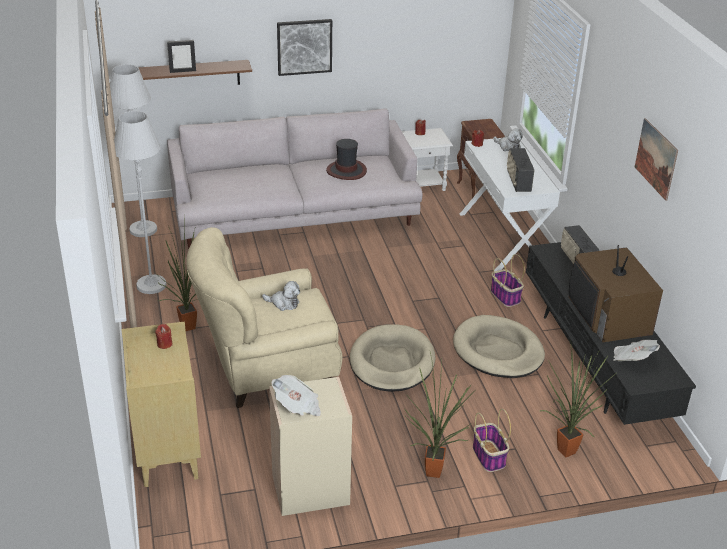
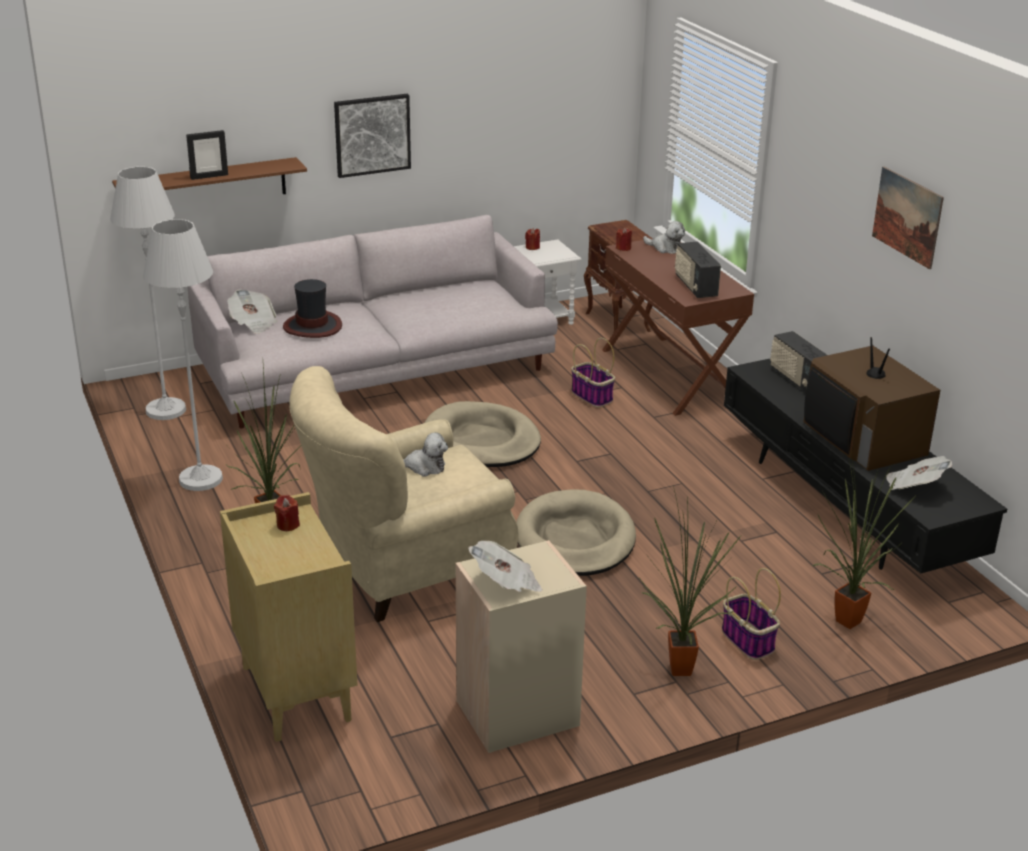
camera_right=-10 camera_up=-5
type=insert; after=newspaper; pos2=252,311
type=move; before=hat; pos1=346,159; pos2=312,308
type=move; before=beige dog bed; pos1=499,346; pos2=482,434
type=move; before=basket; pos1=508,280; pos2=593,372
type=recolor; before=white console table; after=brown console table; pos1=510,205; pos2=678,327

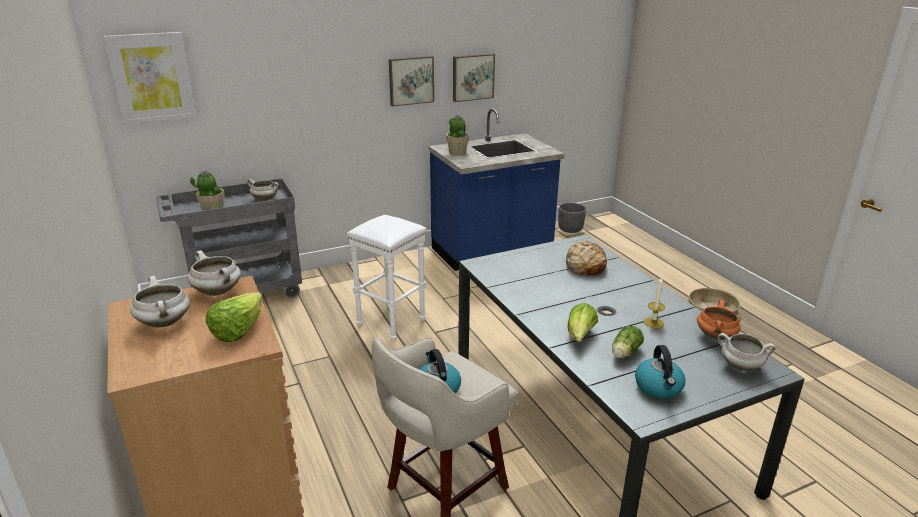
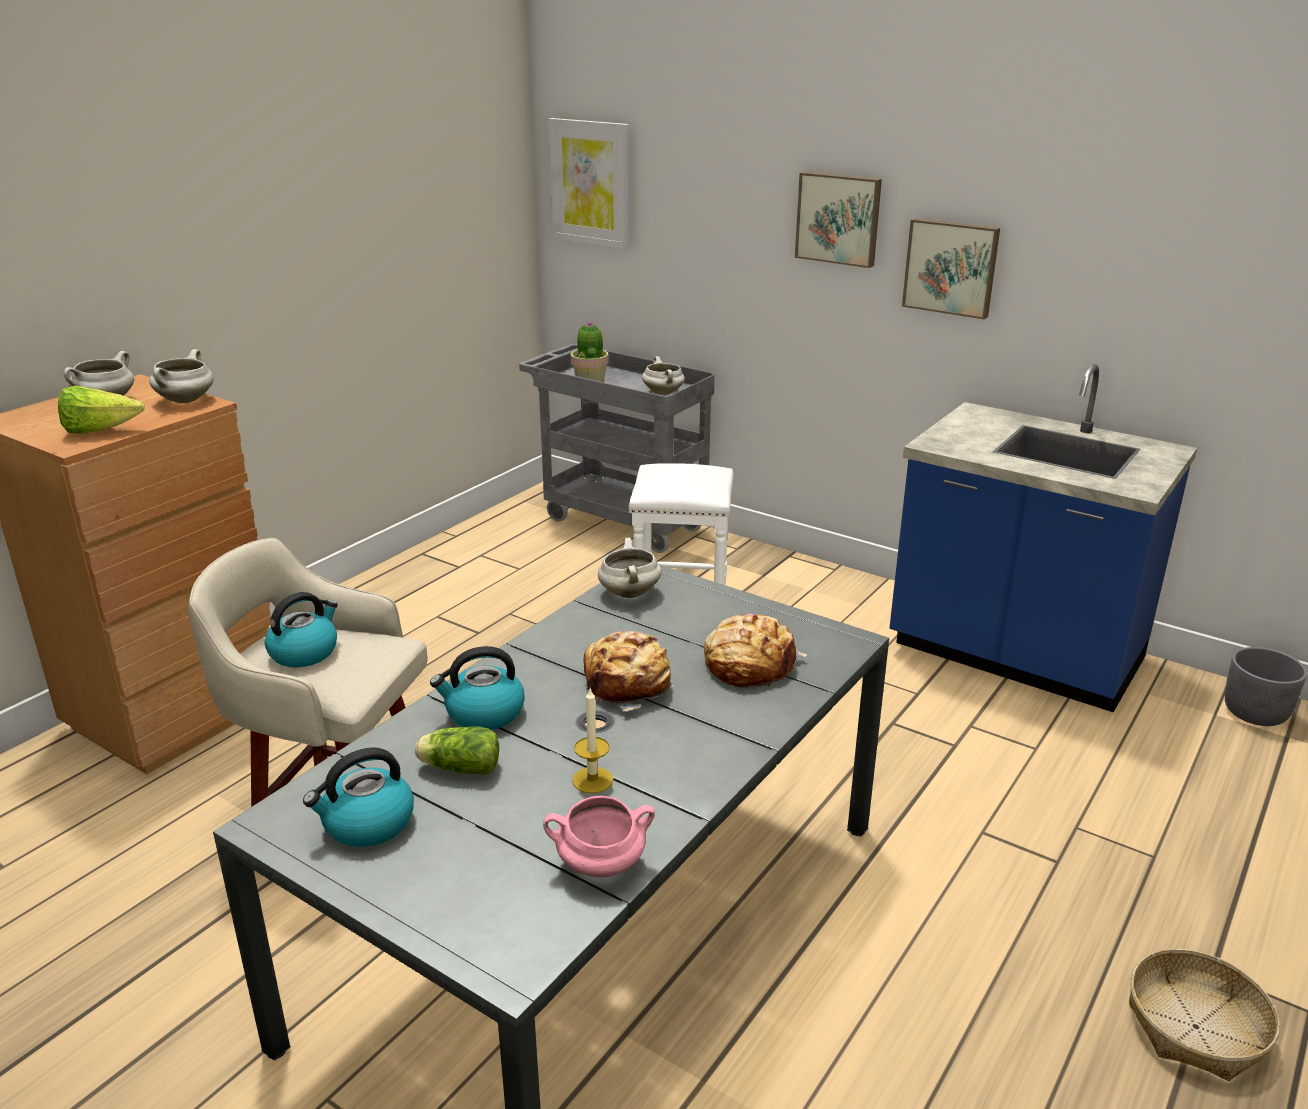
camera_right=60 camera_up=0
type=delete; before=potted plant; pos1=457,135
type=insert; after=bread; pos2=628,671
type=move; before=picture; pos1=474,77; pos2=838,220
type=move; before=white cooking pot; pos1=747,352; pos2=630,568
type=replace; before=lettuce; after=kettle; pos1=582,322; pos2=477,688
type=recolor; before=orange cooking pot; after=pink cooking pot; pos1=719,320; pos2=599,836

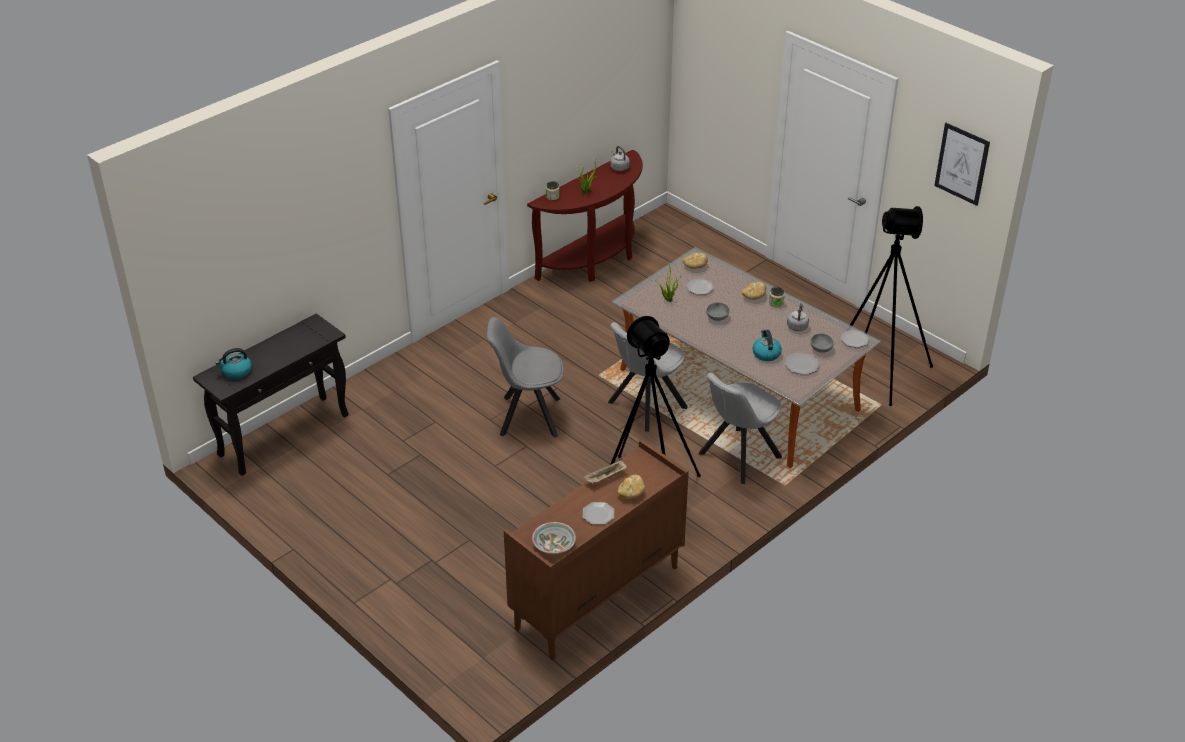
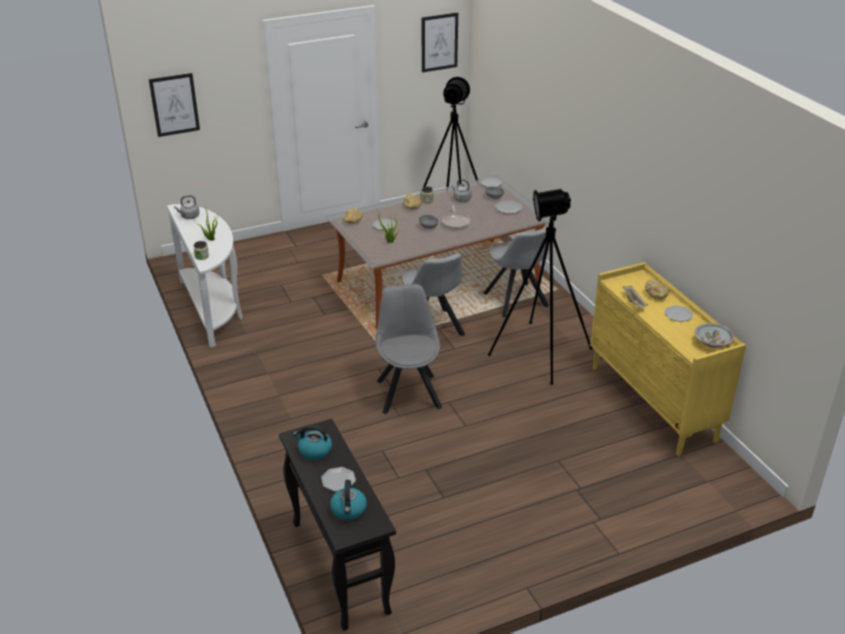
camera_right=-70 camera_up=-5
type=insert; after=picture; pos2=174,105
type=insert; after=plate; pos2=338,479
type=insert; after=frying pan; pos2=456,217
type=move; before=kettle; pos1=767,345; pos2=312,442
type=recolor; before=brown cabinet; after=yellow cabinet; pos1=596,549; pos2=668,359
type=recolor; before=brown console table; after=white console table; pos1=585,215; pos2=204,275
type=rotate; before=grey chair; pos1=524,377; pos2=408,349; turn=150

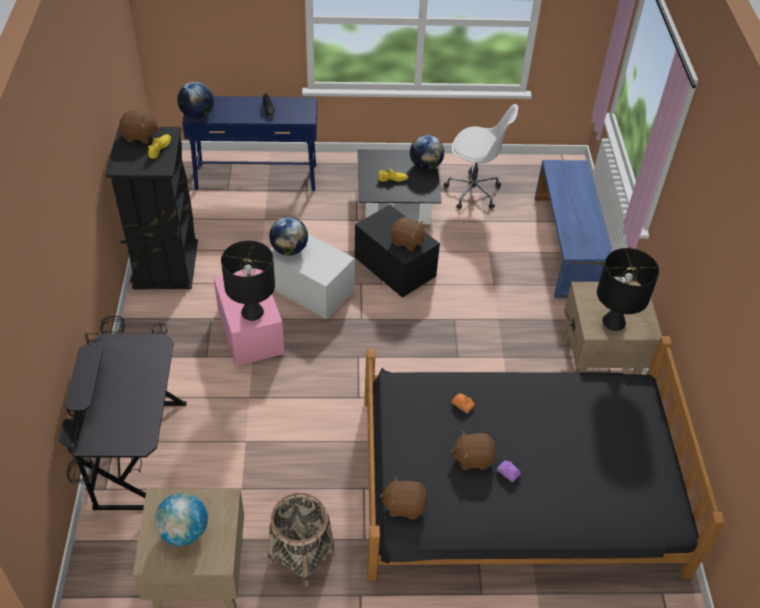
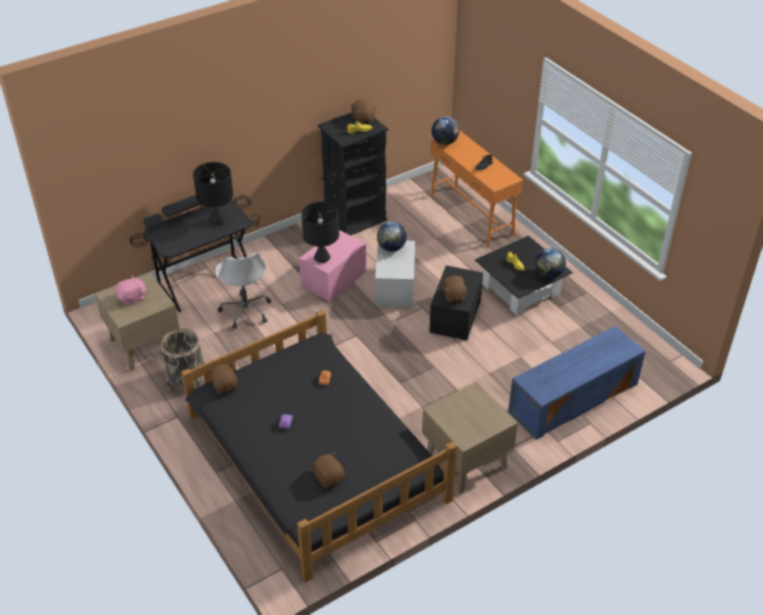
camera_right=60 camera_up=-5
type=move; before=white office chair; pos1=480,156; pos2=243,291
type=move; before=brown plush toy; pos1=473,450; pos2=328,470
type=move; before=black table lamp; pos1=628,289; pos2=213,193
type=replace; before=globe; after=pink plush toy; pos1=181,519; pos2=131,290
type=recolor; before=blue console table; after=orange console table; pos1=249,143; pos2=477,188

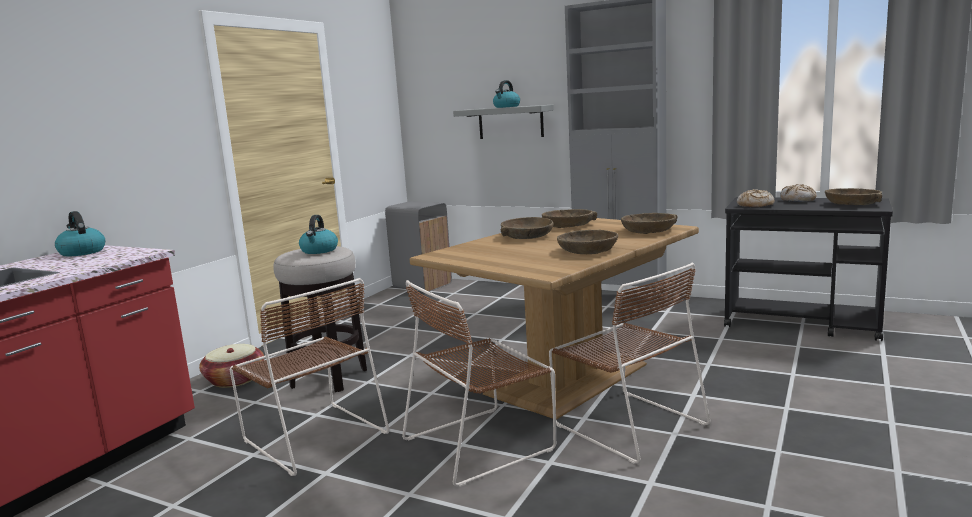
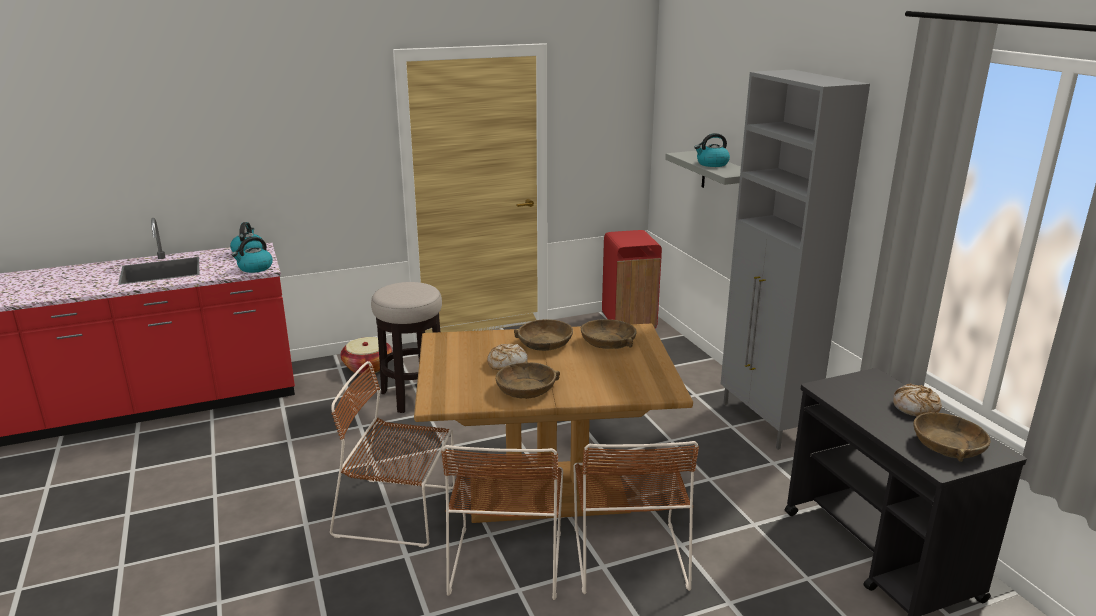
camera_right=40 camera_up=10
type=delete; before=brown bowl; pos1=649,223
type=move; before=brown chair; pos1=310,377; pos2=636,517
type=move; before=kettle; pos1=318,234; pos2=252,255
type=move; before=bread; pos1=756,198; pos2=507,357
type=recolor; before=grey trash can; after=red trash can; pos1=418,246; pos2=632,279

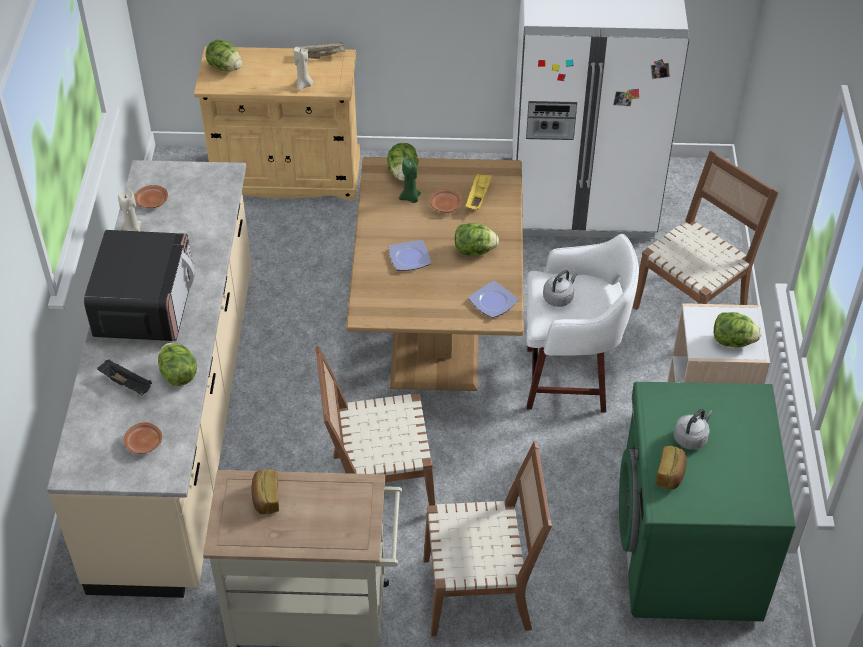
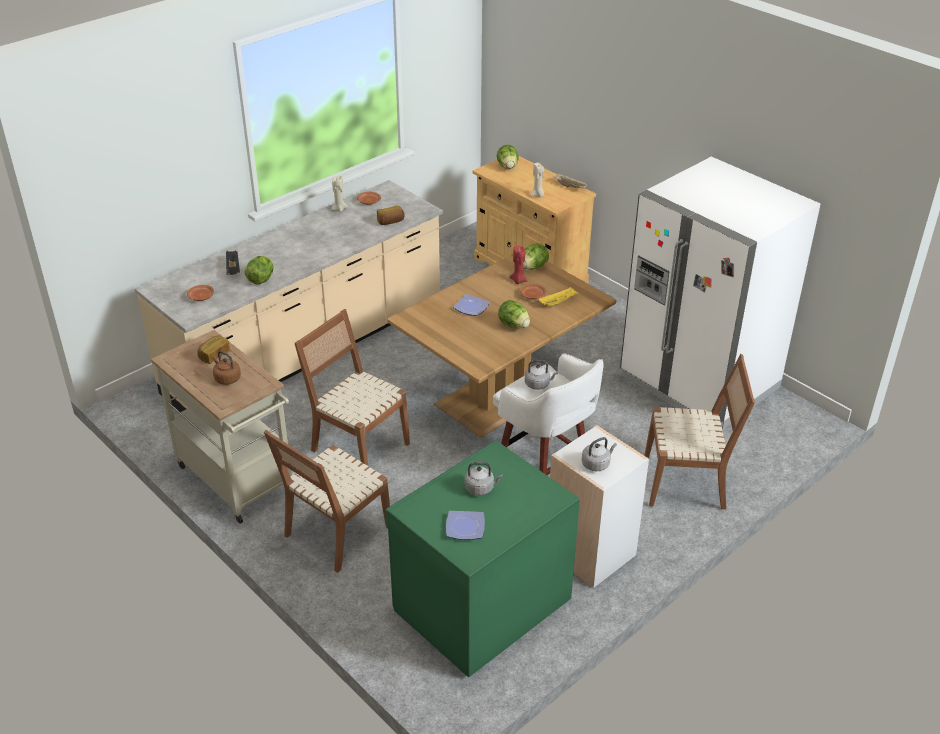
camera_right=45 camera_up=-10
type=delete; before=microwave; pos1=139,285
type=insert; after=brown kettle; pos2=226,368
type=move; before=plate; pos1=493,299; pos2=465,525
type=move; before=bread; pos1=671,467; pos2=391,215
type=replace; before=lettuce; after=grey kettle; pos1=737,329; pos2=599,454
type=recolor; before=green candle; after=red candle; pos1=410,180; pos2=518,265
type=rotate; before=chair; pos1=487,538; pos2=327,501; turn=90

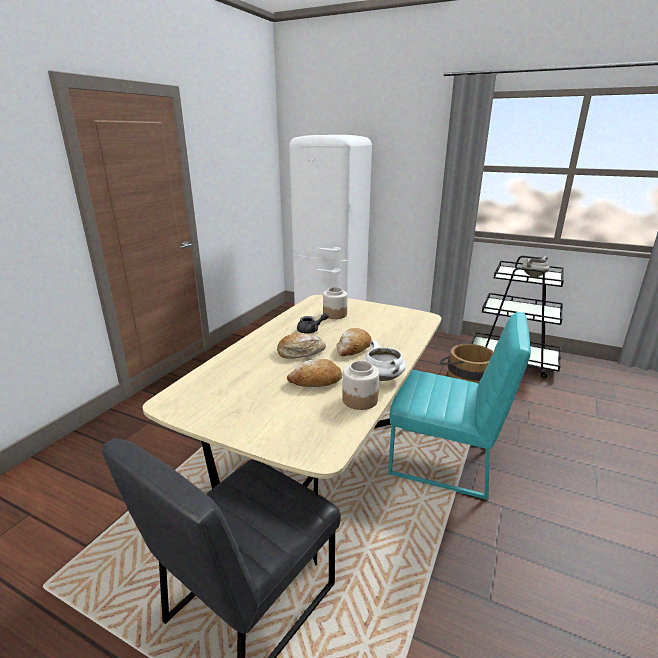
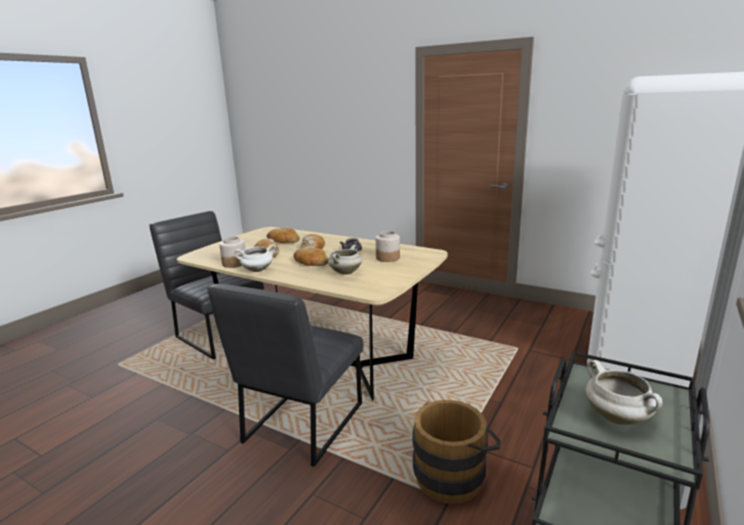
camera_right=95 camera_up=-5
type=insert; after=bread; pos2=283,235
type=insert; after=white cooking pot; pos2=345,260
type=recolor; before=turquoise chair; after=grey chair; pos1=459,406; pos2=285,375

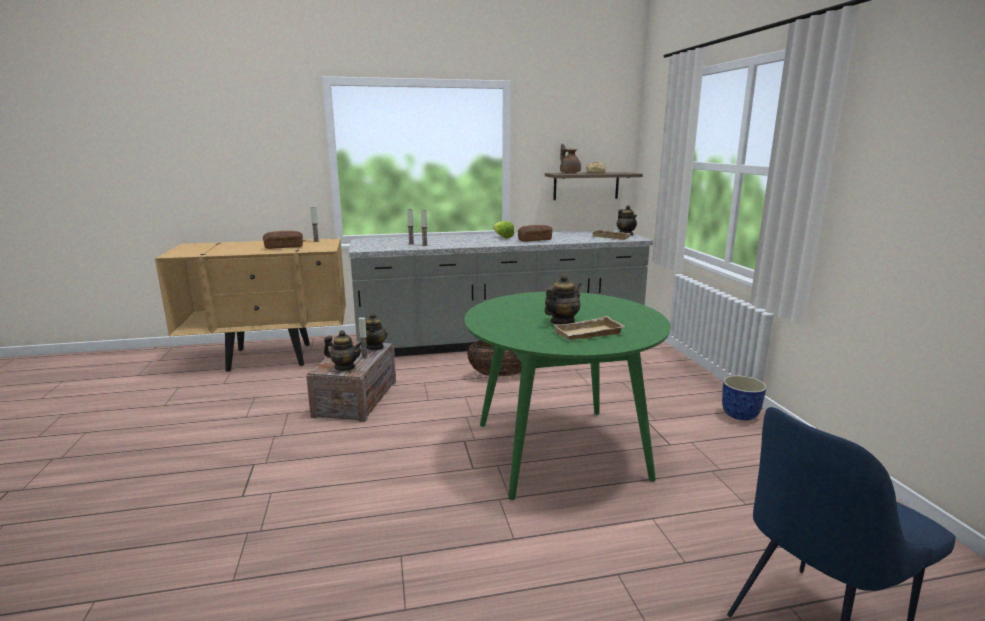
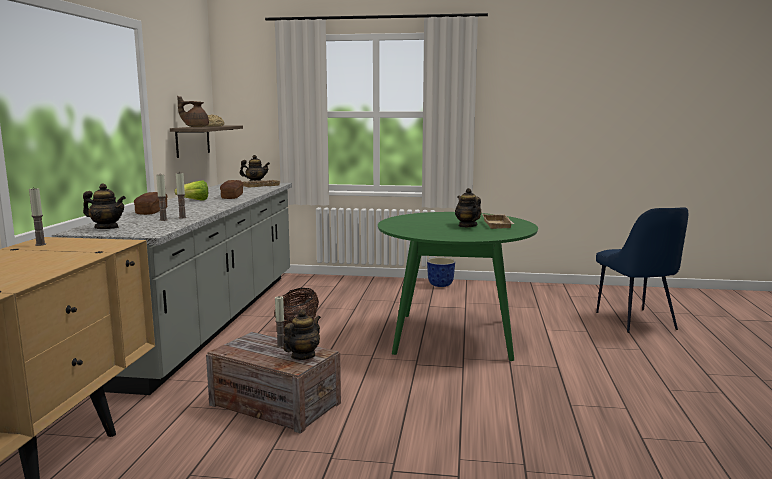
camera_right=-70 camera_up=-5
type=move; before=bread; pos1=283,240; pos2=151,203
type=move; before=teapot; pos1=376,331; pos2=104,206

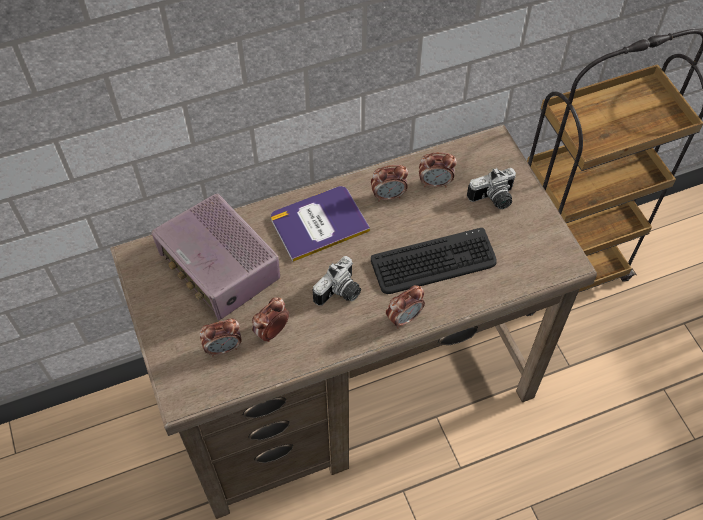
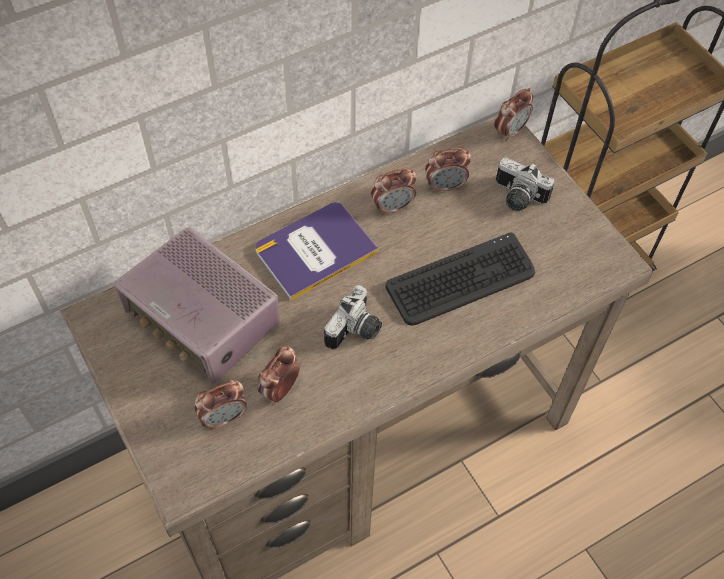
camera_right=-10 camera_up=0
type=move; before=alarm clock; pos1=405,307; pos2=513,114
type=rotate; before=photo camera; pos1=491,188; pos2=525,184; turn=60

